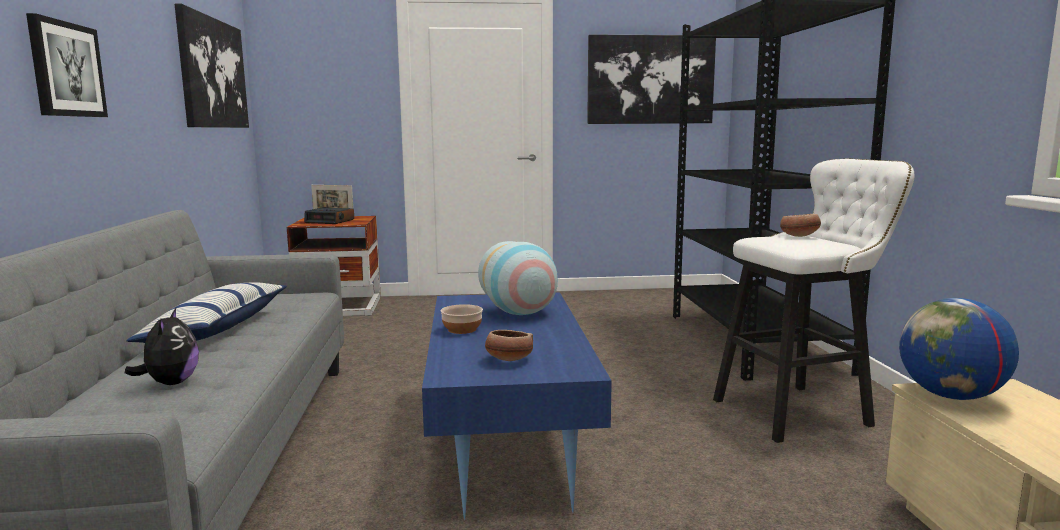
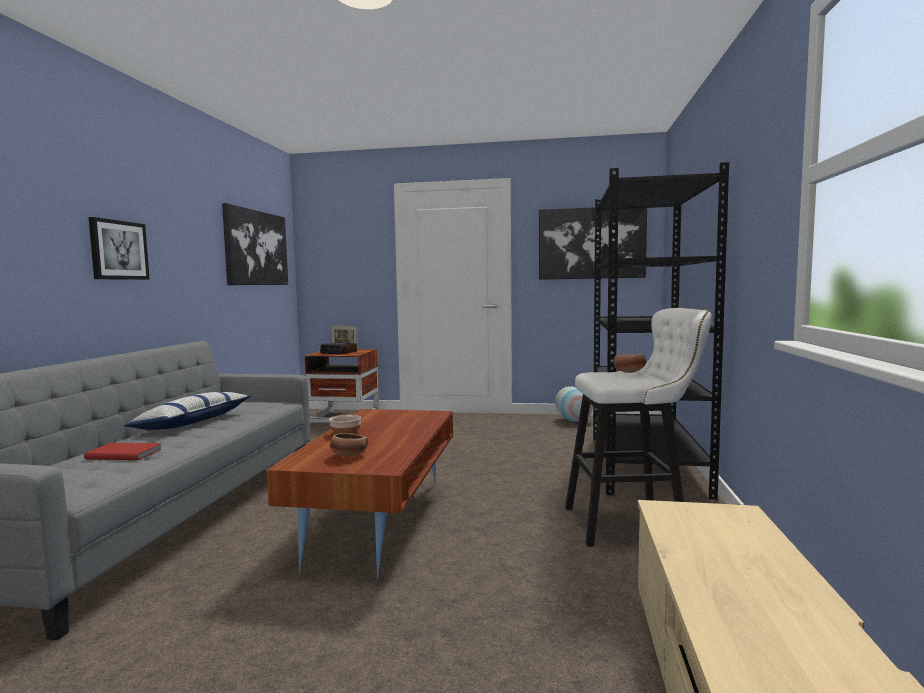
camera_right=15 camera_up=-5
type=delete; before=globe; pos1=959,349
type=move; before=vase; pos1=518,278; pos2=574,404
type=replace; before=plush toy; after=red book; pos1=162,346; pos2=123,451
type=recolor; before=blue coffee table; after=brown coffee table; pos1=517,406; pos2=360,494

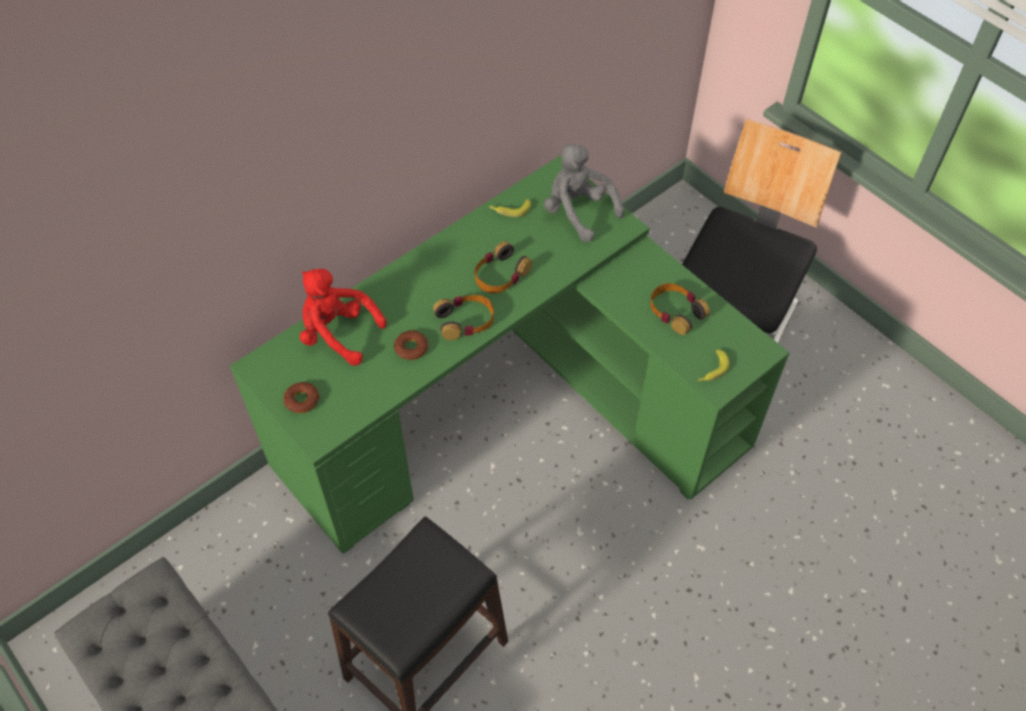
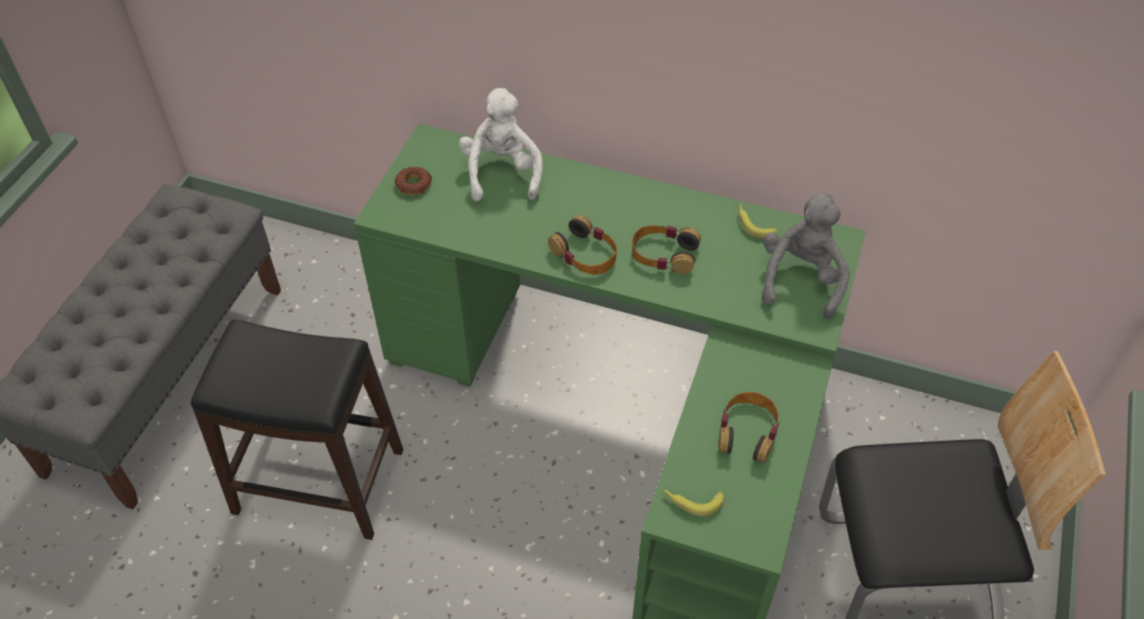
camera_right=60 camera_up=-5
type=delete; before=donut; pos1=411,345
type=recolor; before=red plush toy; after=white plush toy; pos1=343,317; pos2=501,144

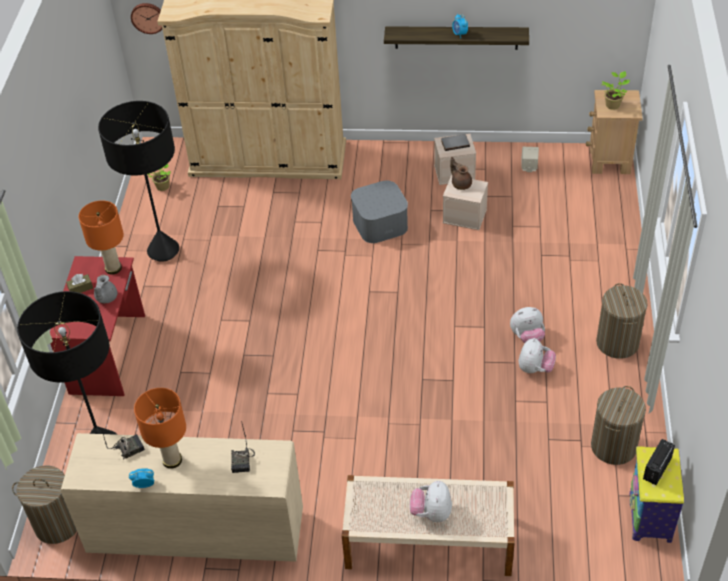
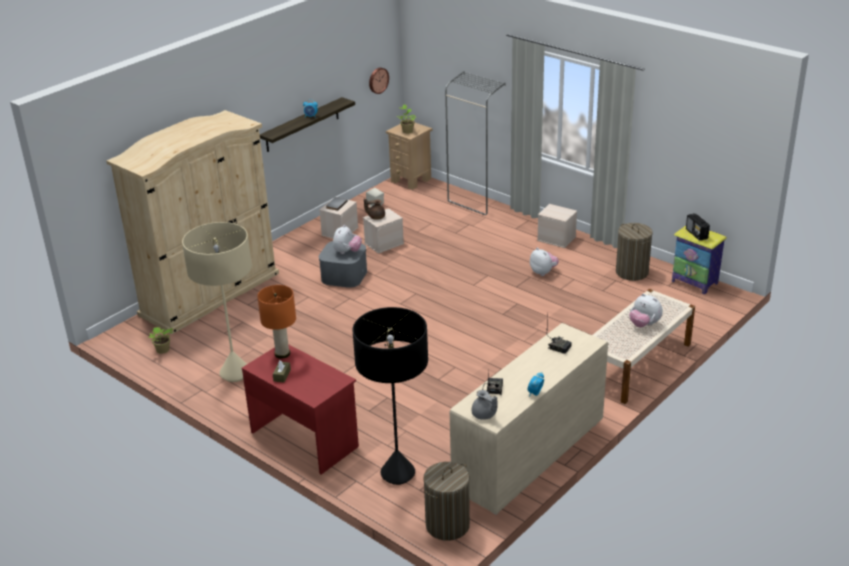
camera_right=-55 camera_up=-15
type=delete; before=orange table lamp; pos1=160,428
type=insert; after=grey clothes rack; pos2=475,143
type=move; before=grey teapot; pos1=105,289; pos2=485,405
type=move; before=wall clock; pos1=146,18; pos2=379,81
type=move; before=plush toy; pos1=527,325; pos2=347,239
type=replace; before=laundry basket; after=beige storage box; pos1=622,321; pos2=557,226
type=recolor; before=black floor lamp; after=beige floor lamp; pos1=138,181; pos2=217,302

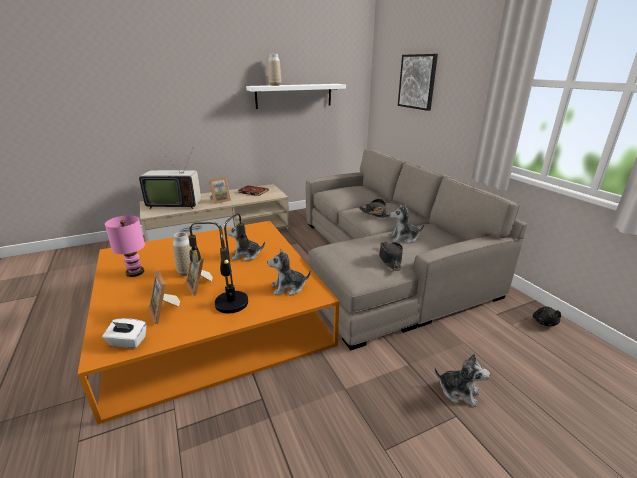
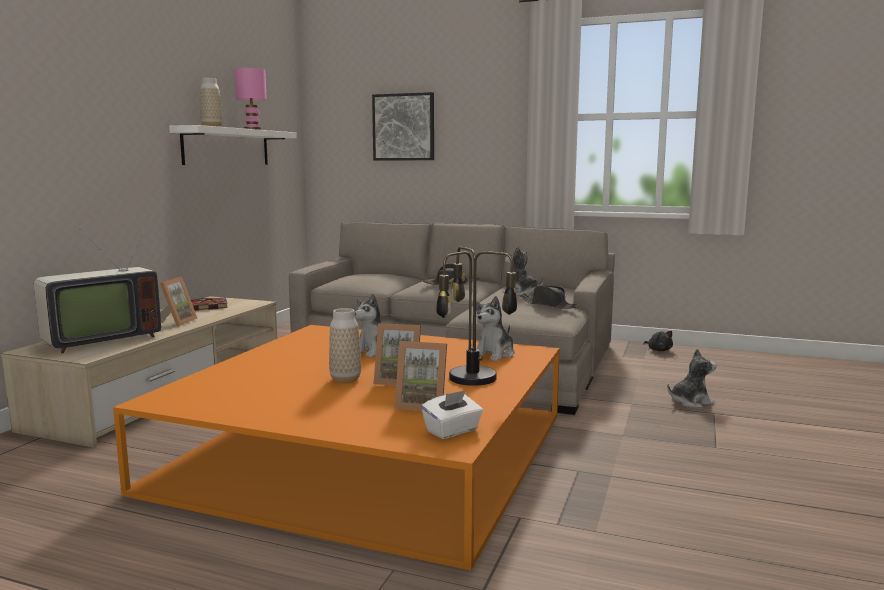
camera_right=-45 camera_up=-15
type=move; before=pink table lamp; pos1=125,246; pos2=250,99
type=rotate; before=plush toy; pos1=407,224; pos2=523,271; turn=90

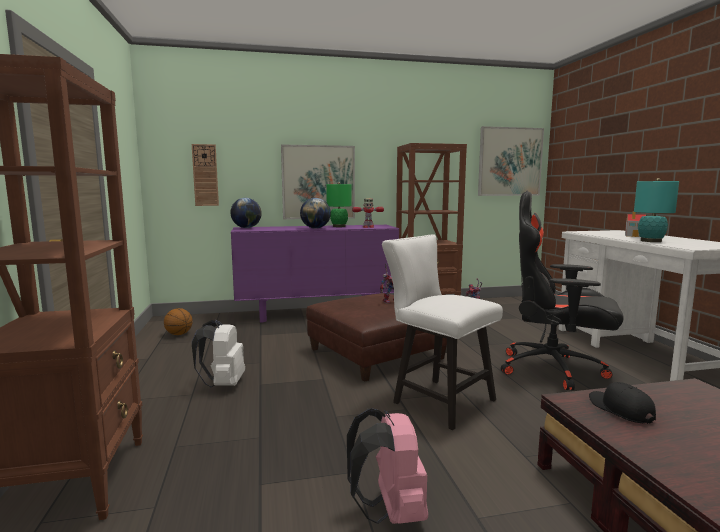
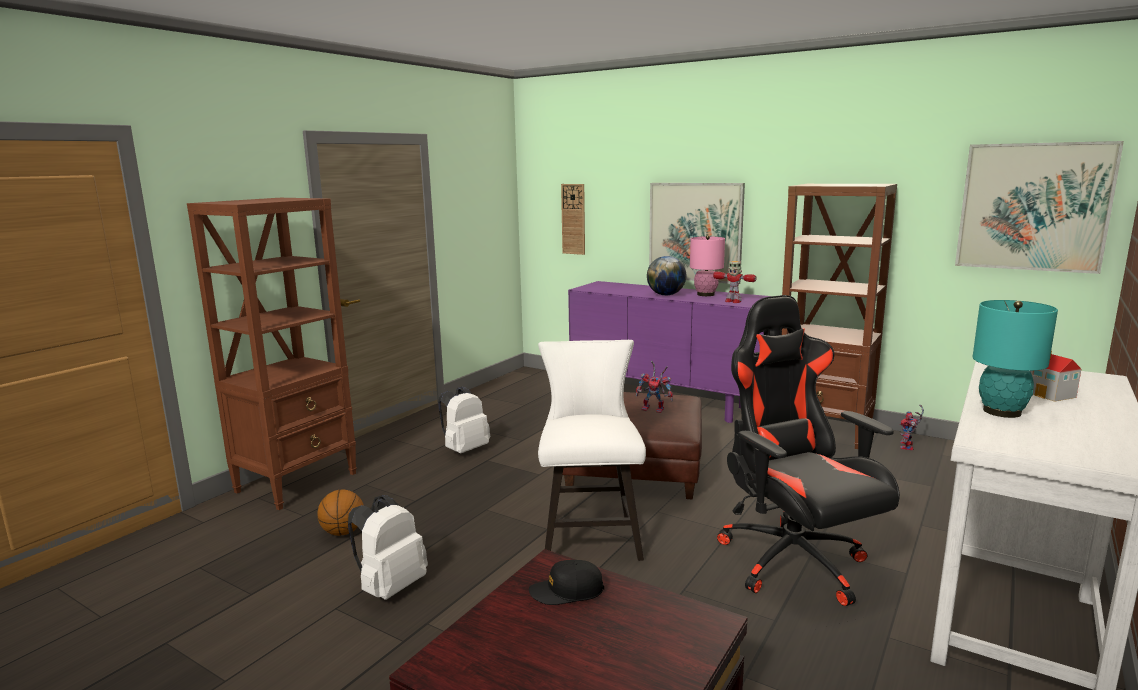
camera_right=45 camera_up=5
type=delete; before=globe; pos1=246,213
type=move; before=basketball; pos1=178,321; pos2=340,513
type=recolor; before=green table lamp; after=pink table lamp; pos1=338,204; pos2=707,265
type=recolor; before=pink backpack; after=white backpack; pos1=387,466; pos2=388,547
type=rotate; before=black cap; pos1=622,403; pos2=566,582; turn=-120

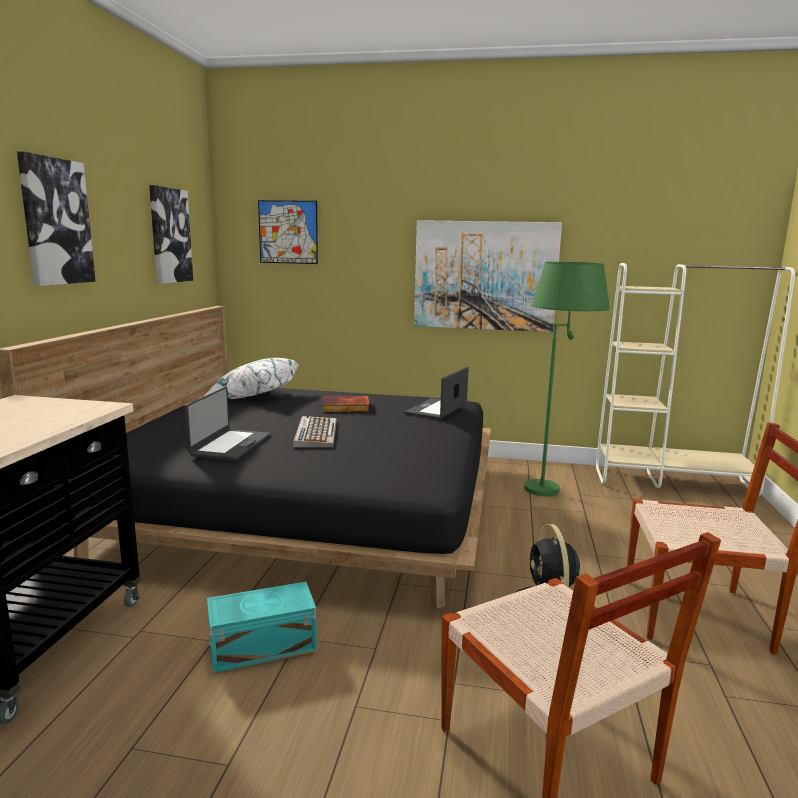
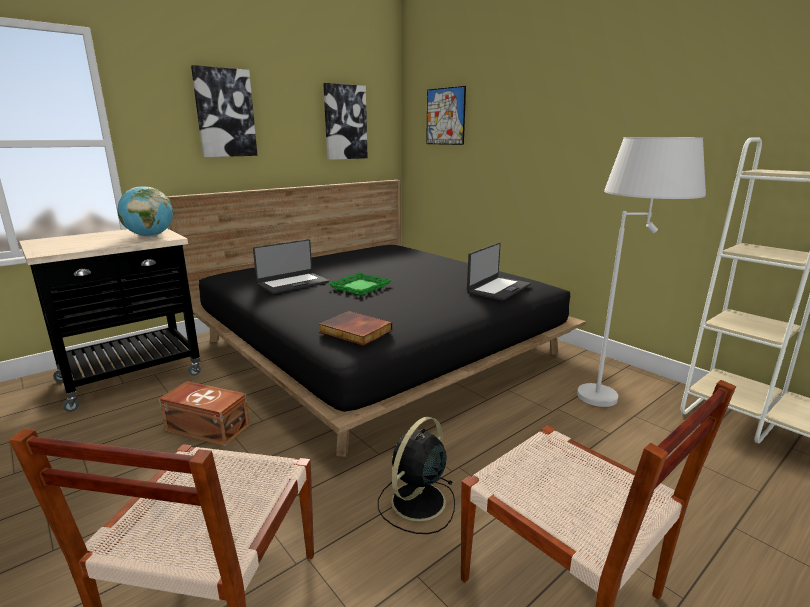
camera_right=40 camera_up=5
type=delete; before=white pillow; pos1=251,378
type=delete; before=picture; pos1=488,276
type=insert; after=globe; pos2=145,211
type=move; before=book; pos1=346,404; pos2=355,328
type=replace; before=keyboard; after=green tray; pos1=315,432; pos2=360,283
type=recolor; before=turquoise storage box; after=brown storage box; pos1=262,627; pos2=204,413
type=recolor; before=green floor lamp; after=white floor lamp; pos1=567,379; pos2=641,272
type=rotate; before=laptop; pos1=437,393; pos2=499,271; turn=150

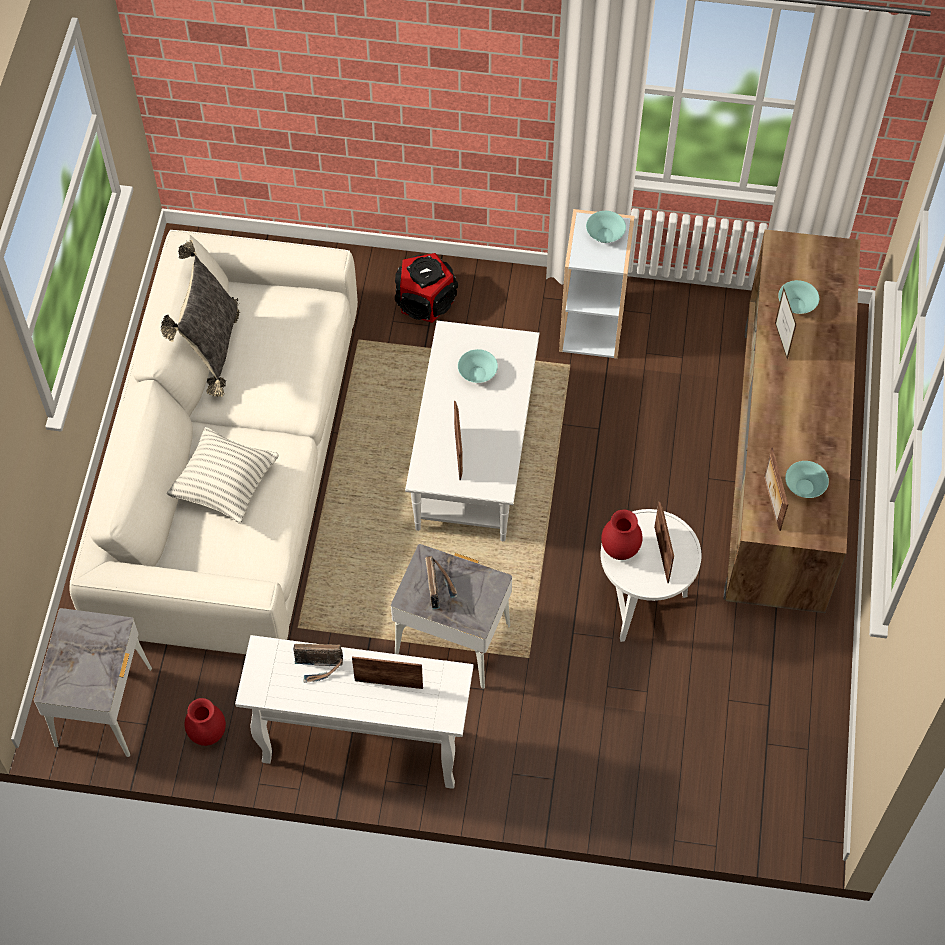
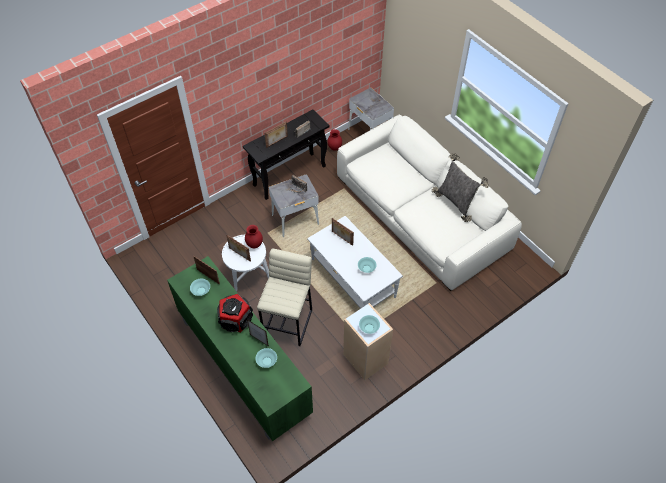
camera_right=135 camera_up=-5
type=delete; before=pillow; pos1=223,475
type=insert; after=beige stool; pos2=284,297
type=move; before=speaker; pos1=426,288; pos2=235,313
type=recolor; before=white console table; after=black console table; pos1=354,712; pos2=286,154
type=recolor; before=brown tv stand; after=green tv stand; pos1=791,421; pos2=240,348

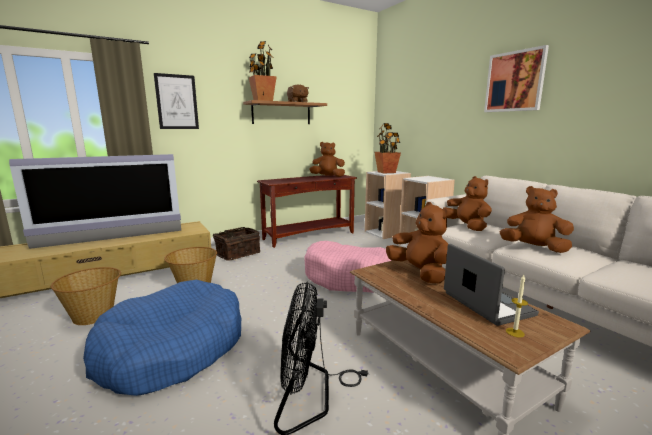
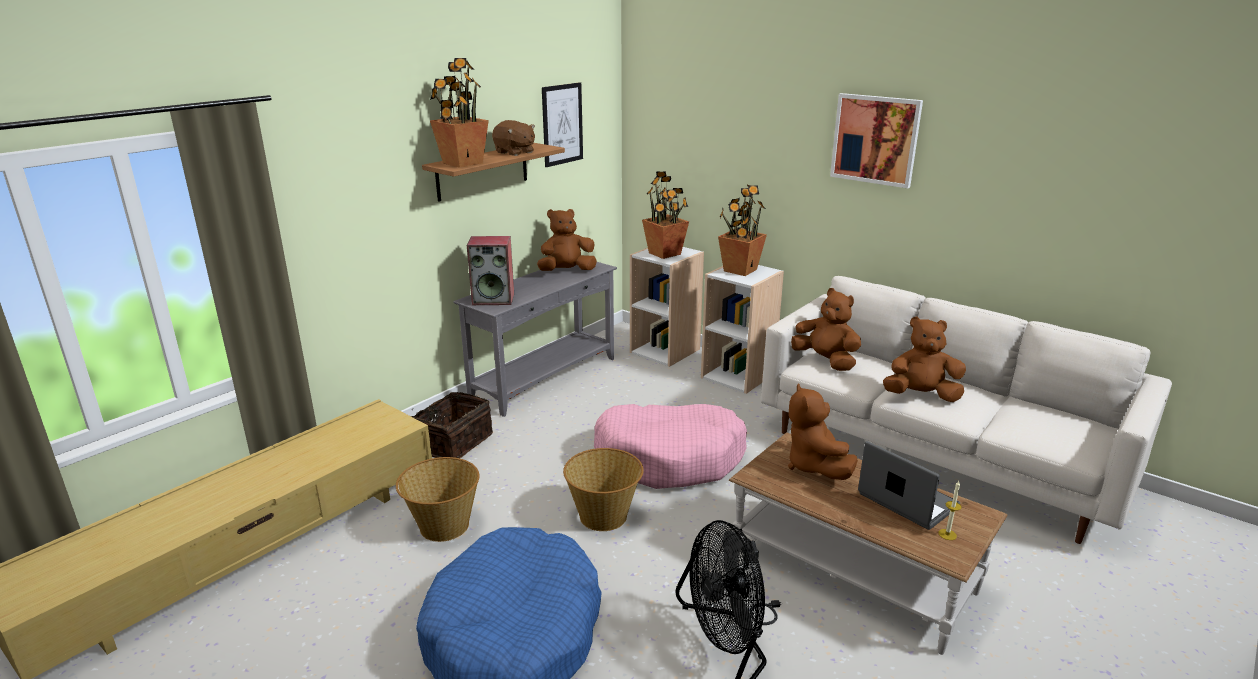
camera_right=-20 camera_up=10
type=delete; before=television; pos1=95,201
type=insert; after=speaker; pos2=490,270
type=insert; after=potted plant; pos2=742,230
type=move; before=basket; pos1=86,296; pos2=603,489
type=move; before=picture; pos1=176,101; pos2=562,124
type=recolor; before=brown console table; after=grey console table; pos1=307,211; pos2=535,339
type=rotate; before=brown plush toy; pos1=417,243; pos2=823,431; turn=-135

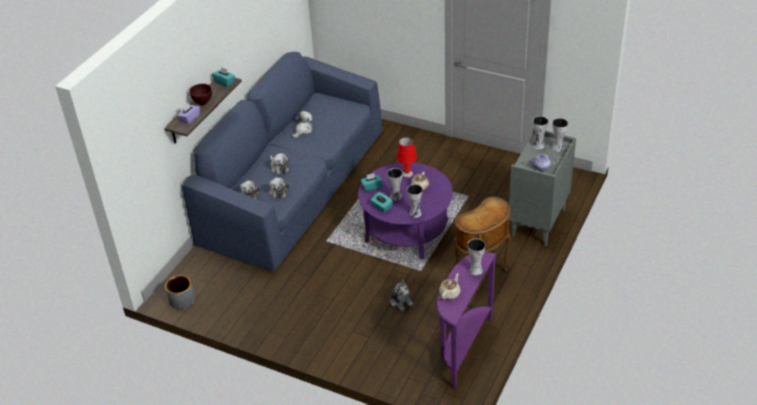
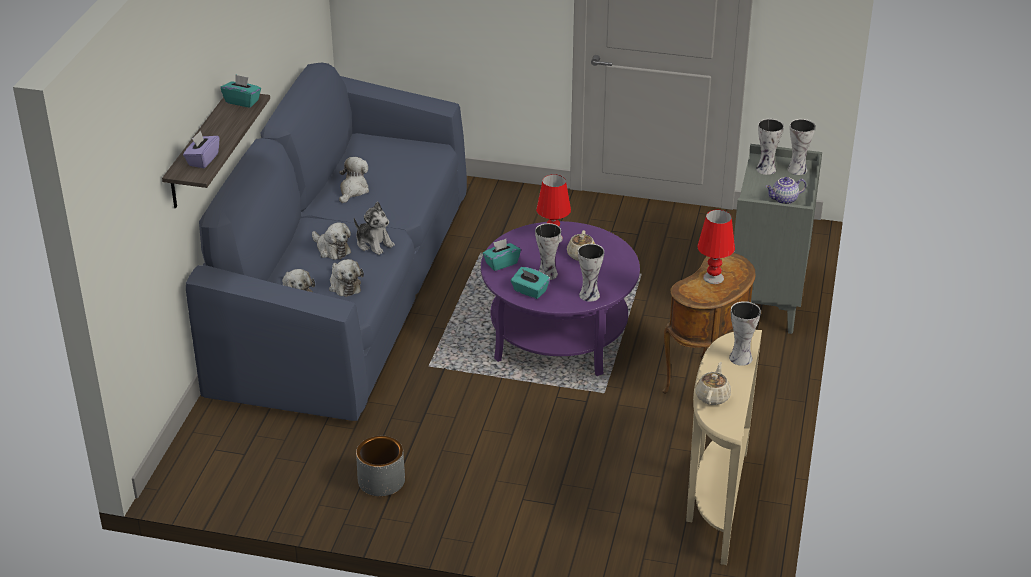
camera_right=-15 camera_up=-5
type=delete; before=brown bowl; pos1=200,94
type=insert; after=red table lamp; pos2=716,247
type=move; before=grey planter; pos1=180,292; pos2=380,466
type=move; before=plush toy; pos1=401,295; pos2=374,228
type=recolor; before=purple console table; after=beige console table; pos1=466,320; pos2=724,447

